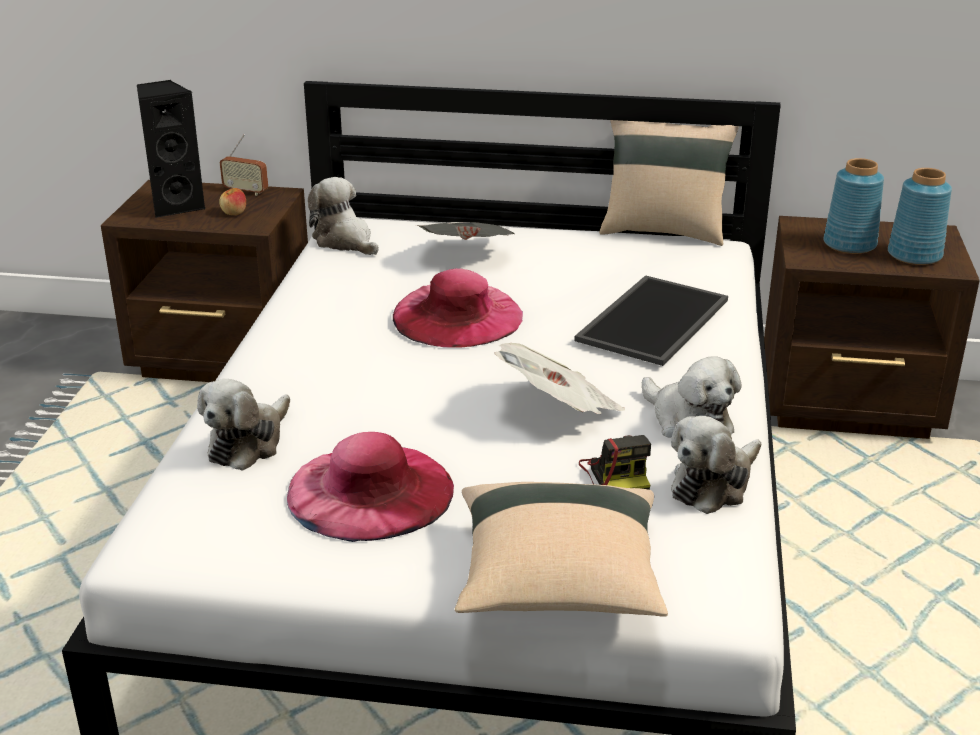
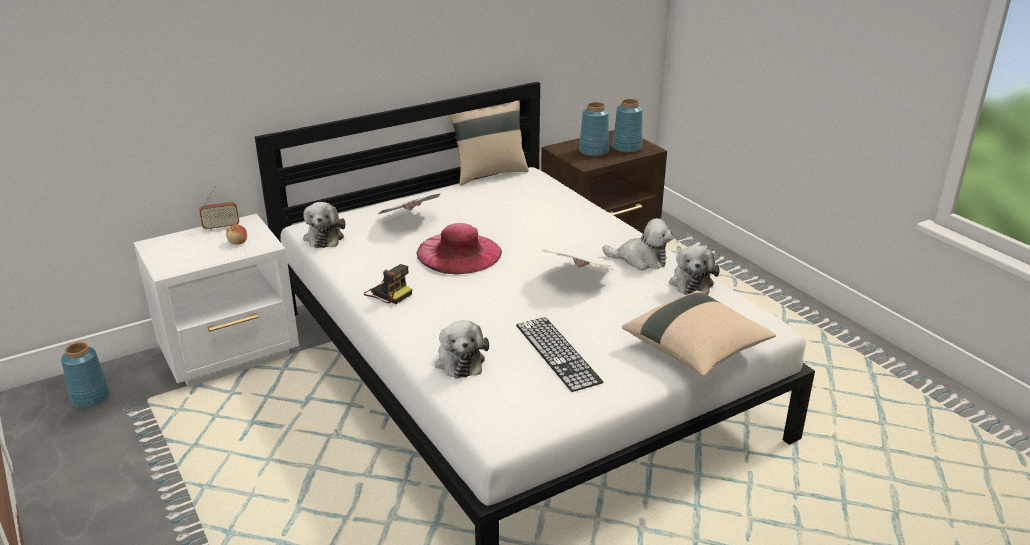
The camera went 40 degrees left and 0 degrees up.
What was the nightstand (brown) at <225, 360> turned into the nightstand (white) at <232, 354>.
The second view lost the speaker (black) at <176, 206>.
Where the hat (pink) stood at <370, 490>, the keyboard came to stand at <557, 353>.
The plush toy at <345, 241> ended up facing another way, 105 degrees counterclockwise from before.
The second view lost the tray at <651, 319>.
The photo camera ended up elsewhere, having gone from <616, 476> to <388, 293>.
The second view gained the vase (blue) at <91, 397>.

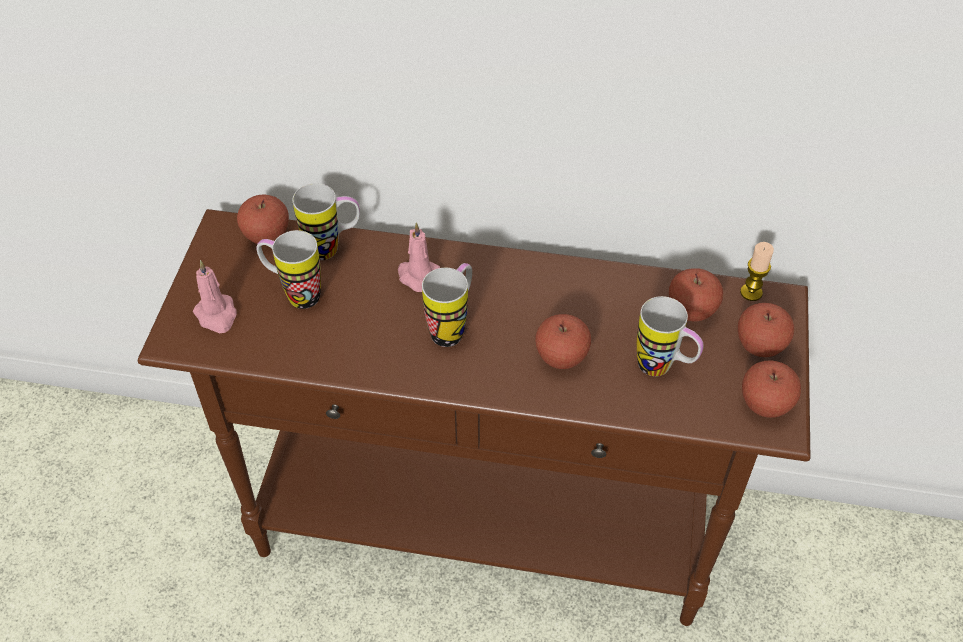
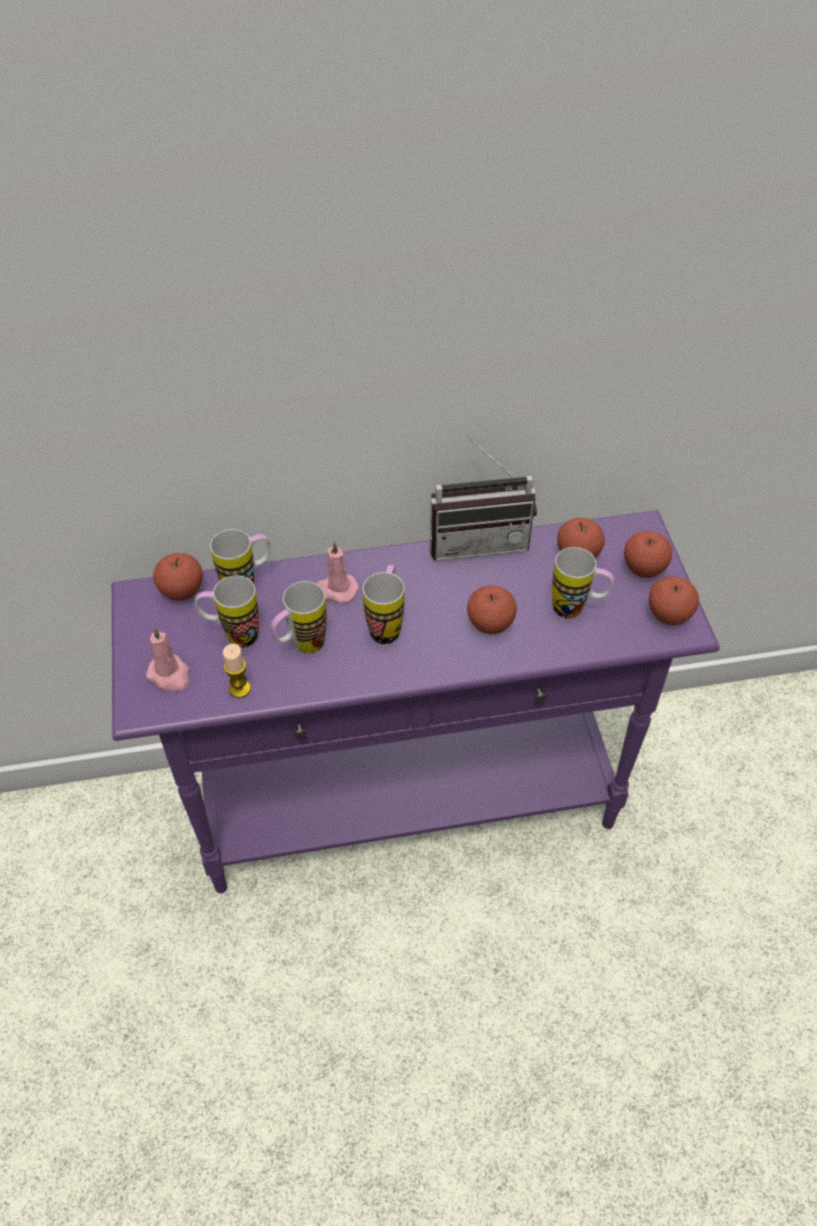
The camera went 20 degrees left and 0 degrees up.
What was the console table (brown) at <483, 528> turned into the console table (purple) at <409, 803>.
The candle ended up elsewhere, having gone from <751, 292> to <240, 689>.
The second view gained the mug at <301, 647>.
The second view gained the radio at <478, 540>.

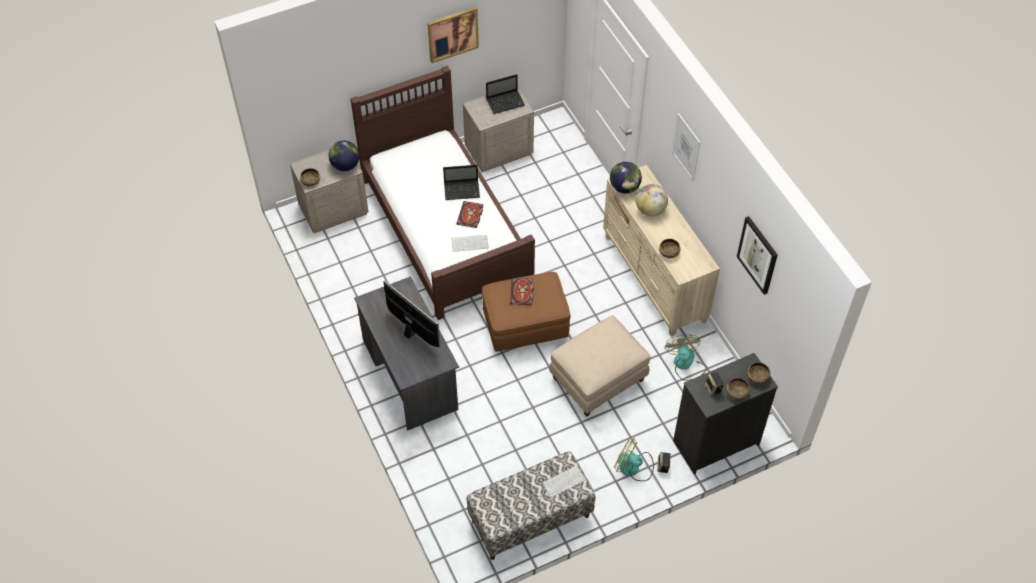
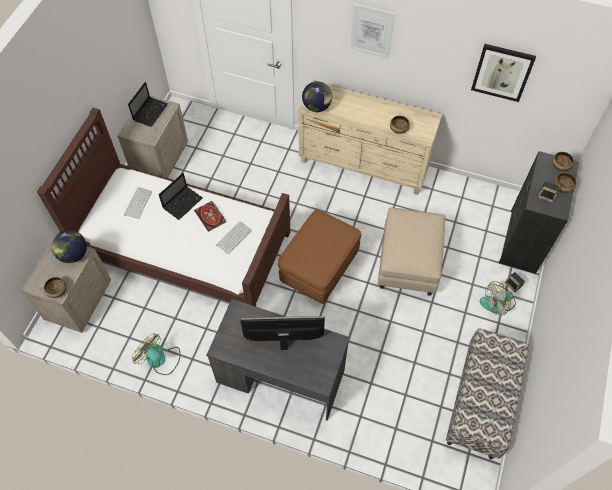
The camera went 45 degrees left and 5 degrees up.
The second view lost the picture at <452, 34>.
The second view lost the book at <522, 293>.
The keyboard ended up elsewhere, having gone from <564, 480> to <137, 202>.
The second view lost the globe at <650, 210>.
The fan ended up elsewhere, having gone from <685, 364> to <160, 359>.

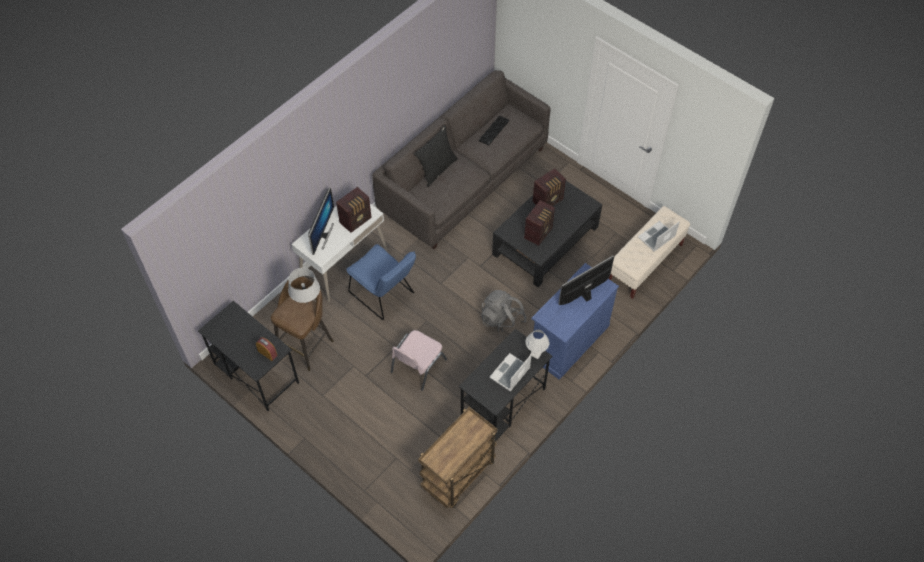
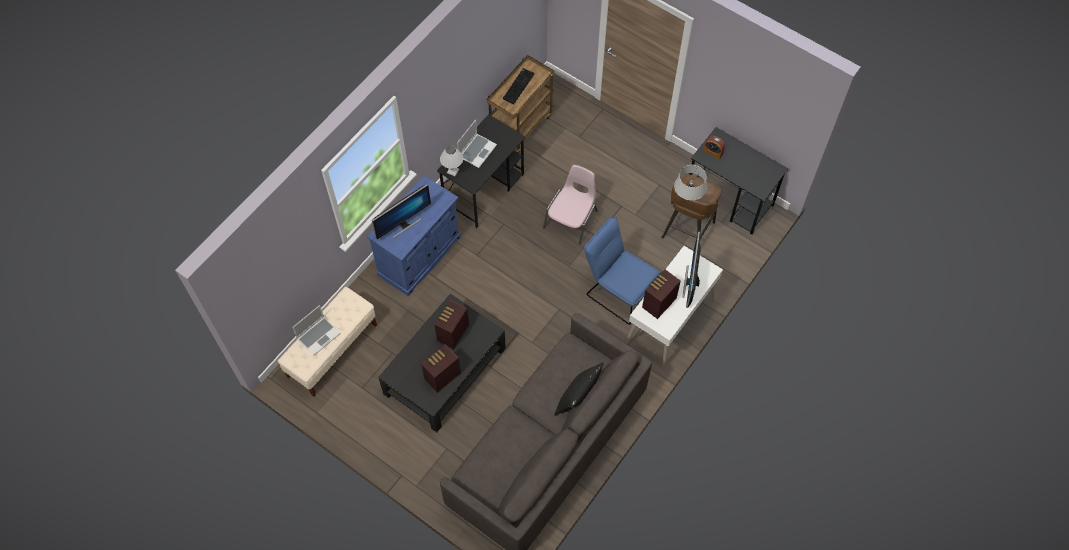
The camera went 175 degrees right and 5 degrees up.
The keyboard ended up elsewhere, having gone from <494, 131> to <518, 86>.
The second view lost the backpack (grey) at <502, 321>.

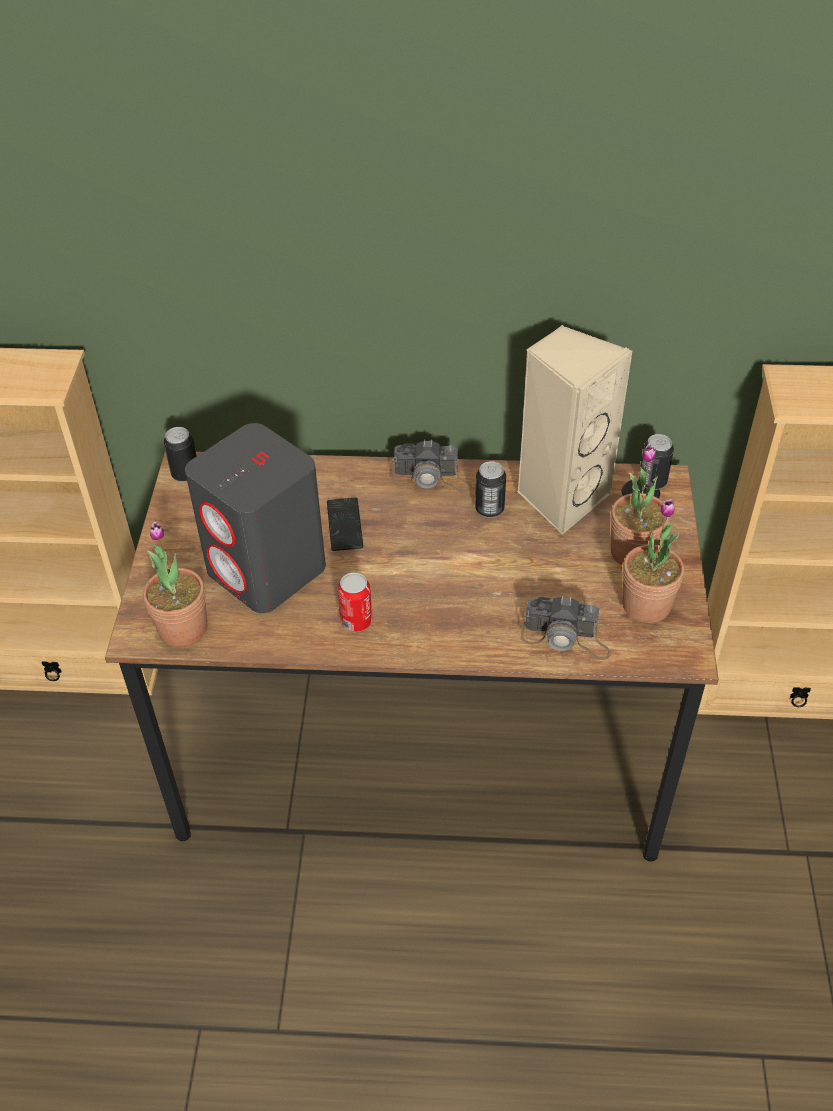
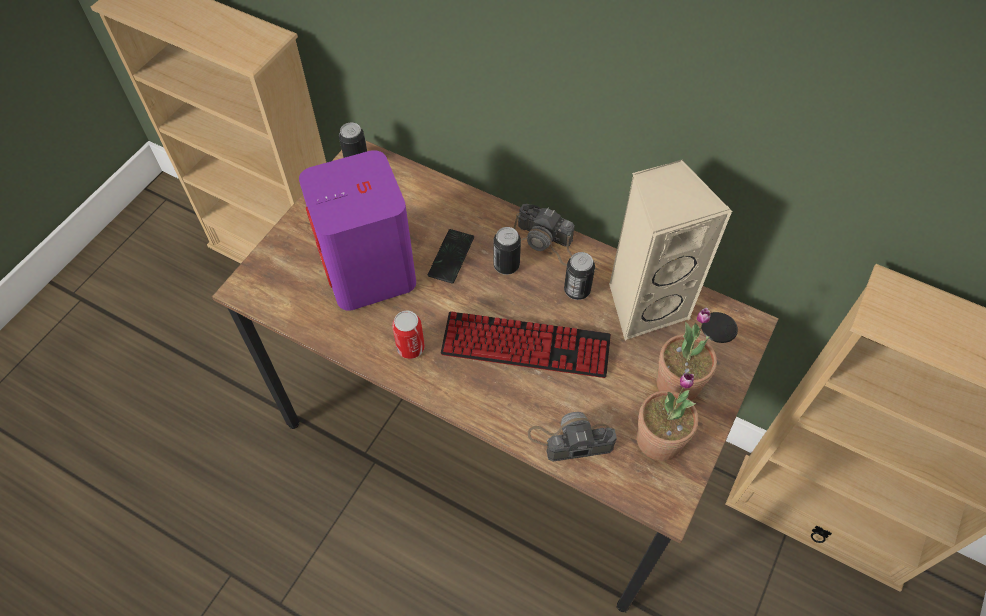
The camera went 25 degrees right and 10 degrees up.
The second view lost the potted plant at <183, 628>.
What was the speaker (grey) at <267, 570> turned into the speaker (purple) at <369, 272>.
The photo camera at <566, 638> ended up facing another way, 135 degrees clockwise from before.
The can ended up elsewhere, having gone from <652, 482> to <506, 265>.
The second view gained the keyboard at <525, 346>.

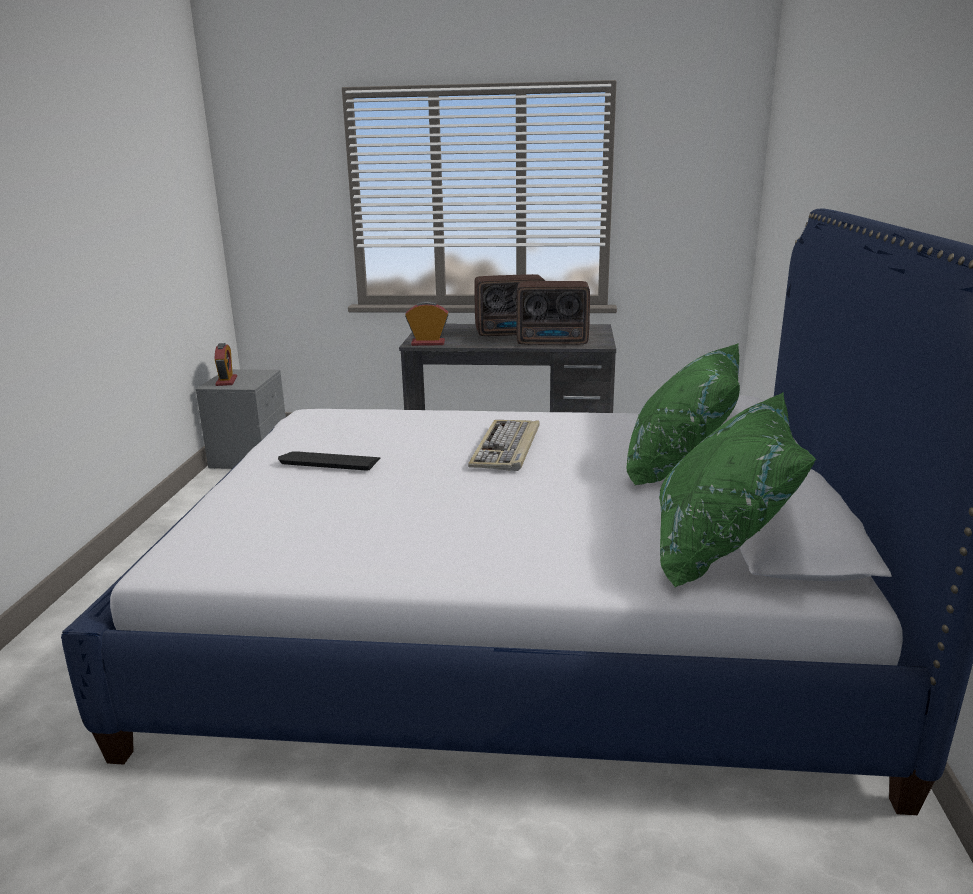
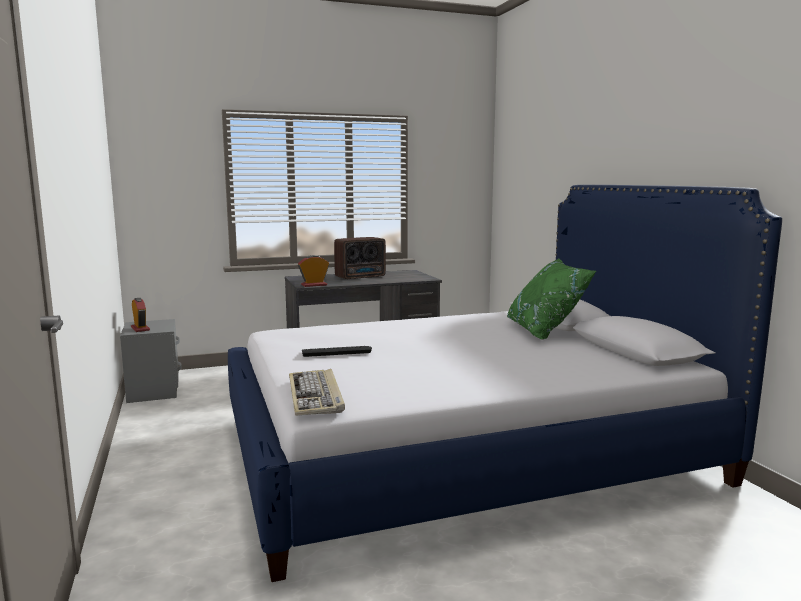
The camera went 25 degrees left and 10 degrees down.
The keyboard ended up elsewhere, having gone from <507, 448> to <316, 395>.
The second view lost the radio at <554, 342>.
The second view lost the pillow (green) at <718, 550>.

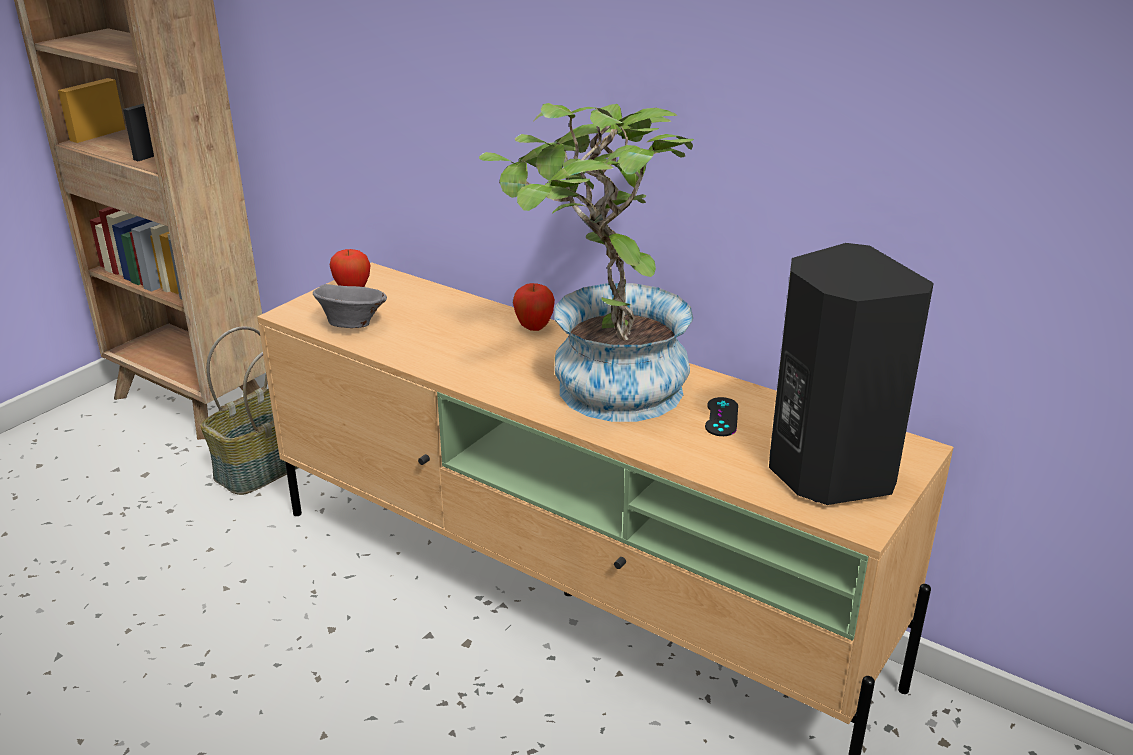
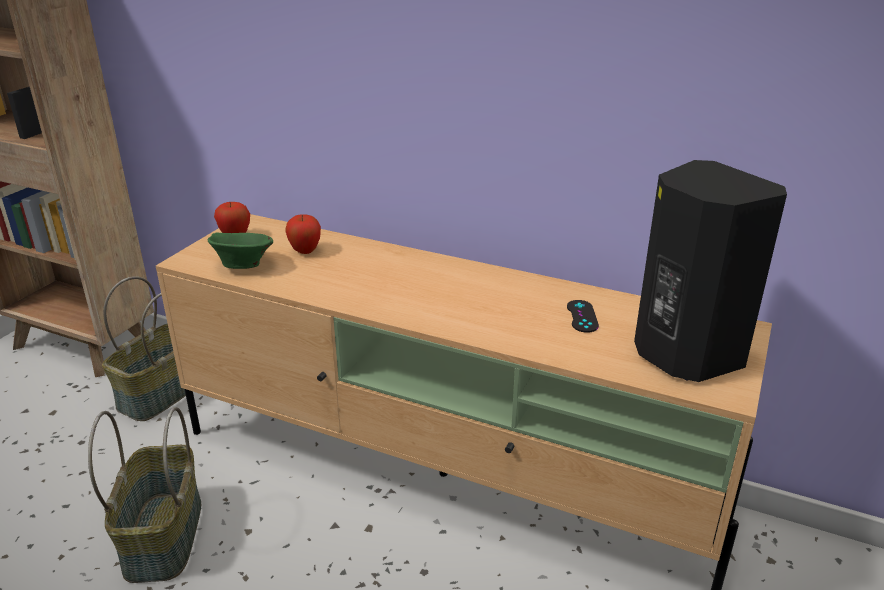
The camera went 10 degrees left and 0 degrees up.
What was the bowl (grey) at <352, 325> turned into the bowl (green) at <243, 266>.
The second view lost the potted plant at <599, 388>.
The apple ended up elsewhere, having gone from <534, 328> to <305, 251>.
The second view gained the basket at <162, 535>.

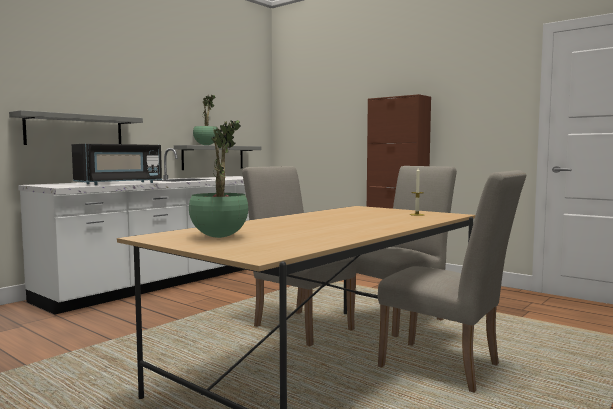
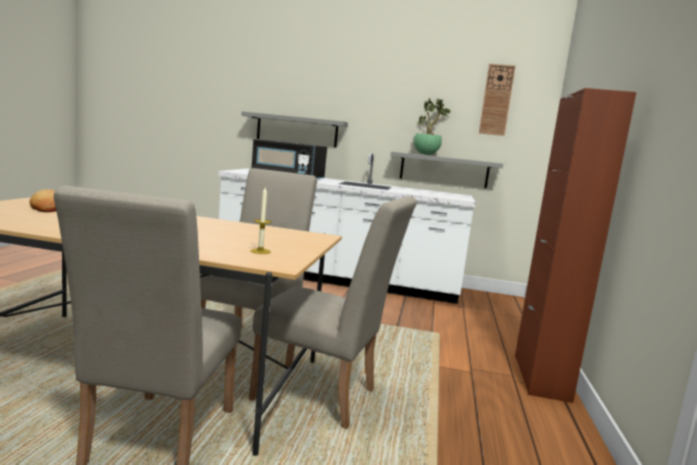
The camera went 60 degrees right and 5 degrees up.
Where the potted plant stood at <219, 237>, the bread came to stand at <48, 207>.
The second view gained the wall clock at <496, 100>.

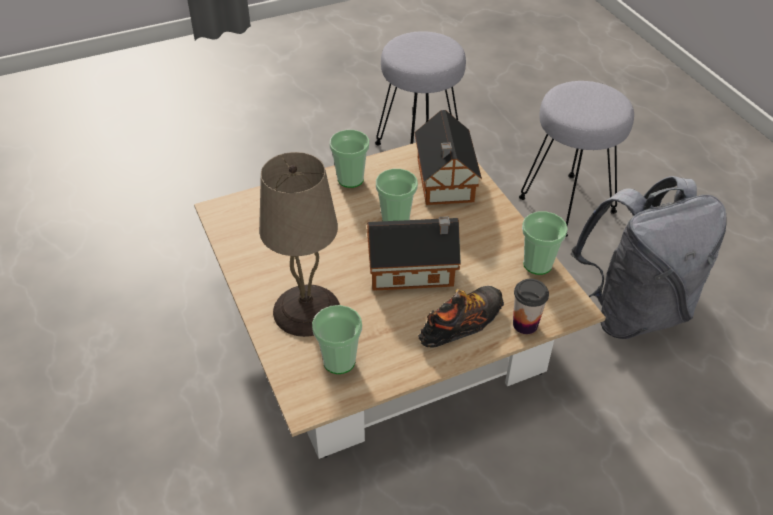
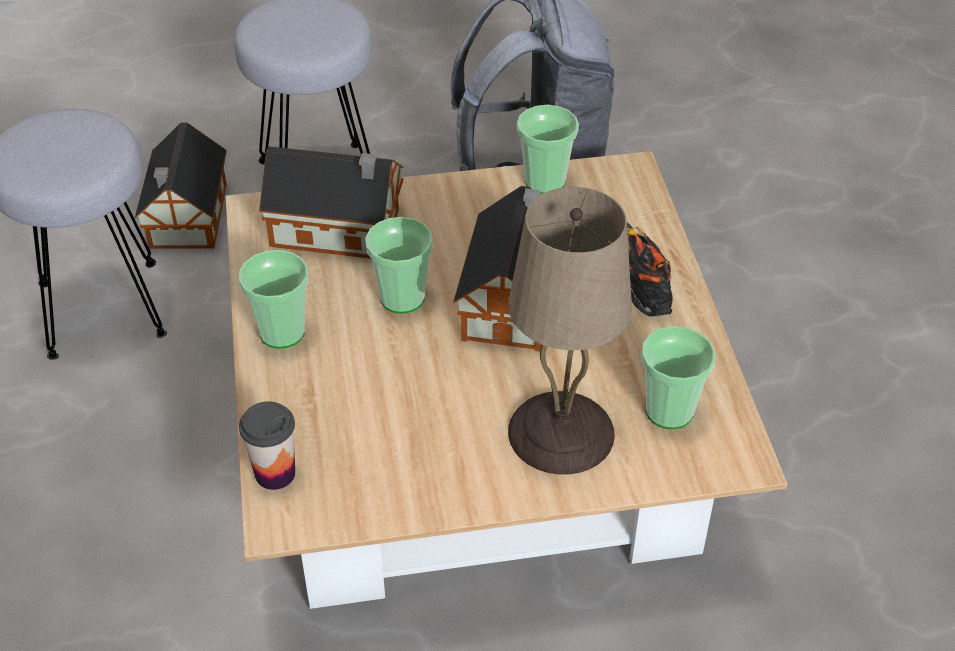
The camera went 75 degrees left and 0 degrees up.
The cup ended up elsewhere, having gone from <525, 324> to <275, 473>.
The second view gained the toy house at <186, 219>.

